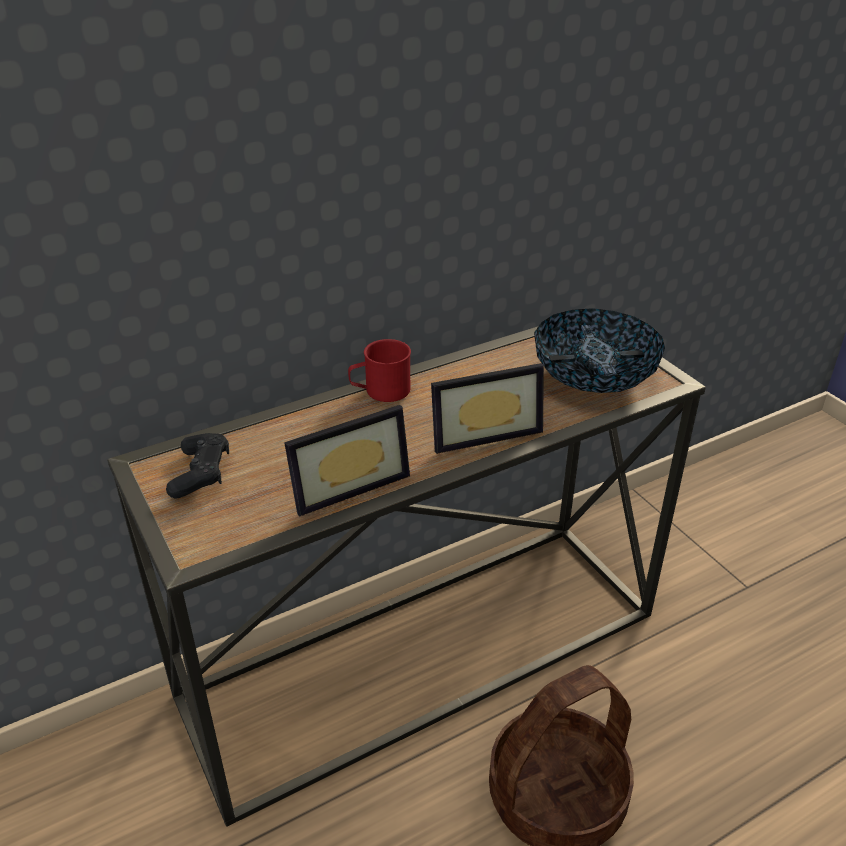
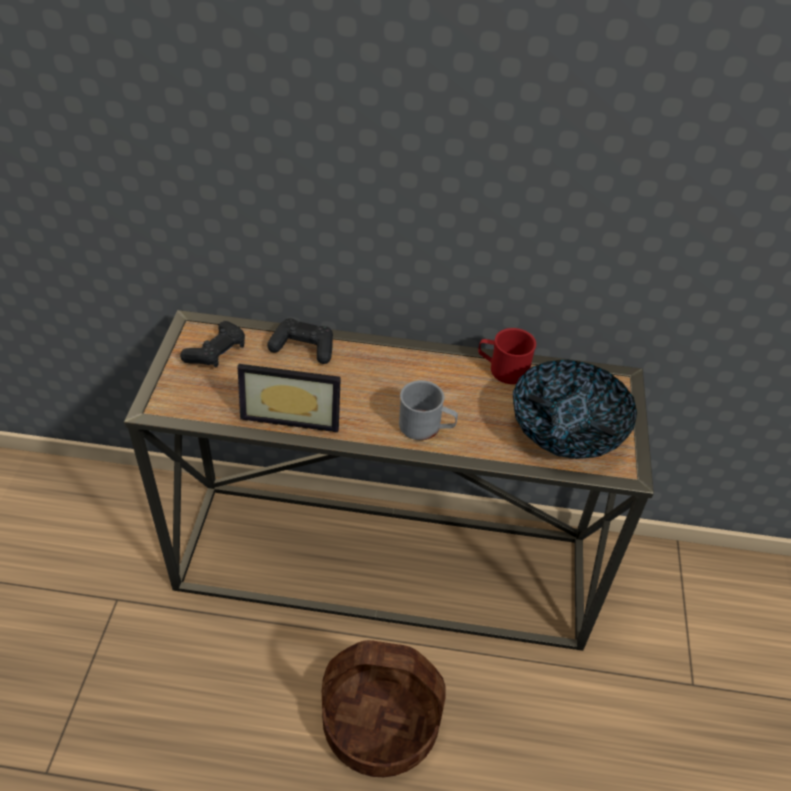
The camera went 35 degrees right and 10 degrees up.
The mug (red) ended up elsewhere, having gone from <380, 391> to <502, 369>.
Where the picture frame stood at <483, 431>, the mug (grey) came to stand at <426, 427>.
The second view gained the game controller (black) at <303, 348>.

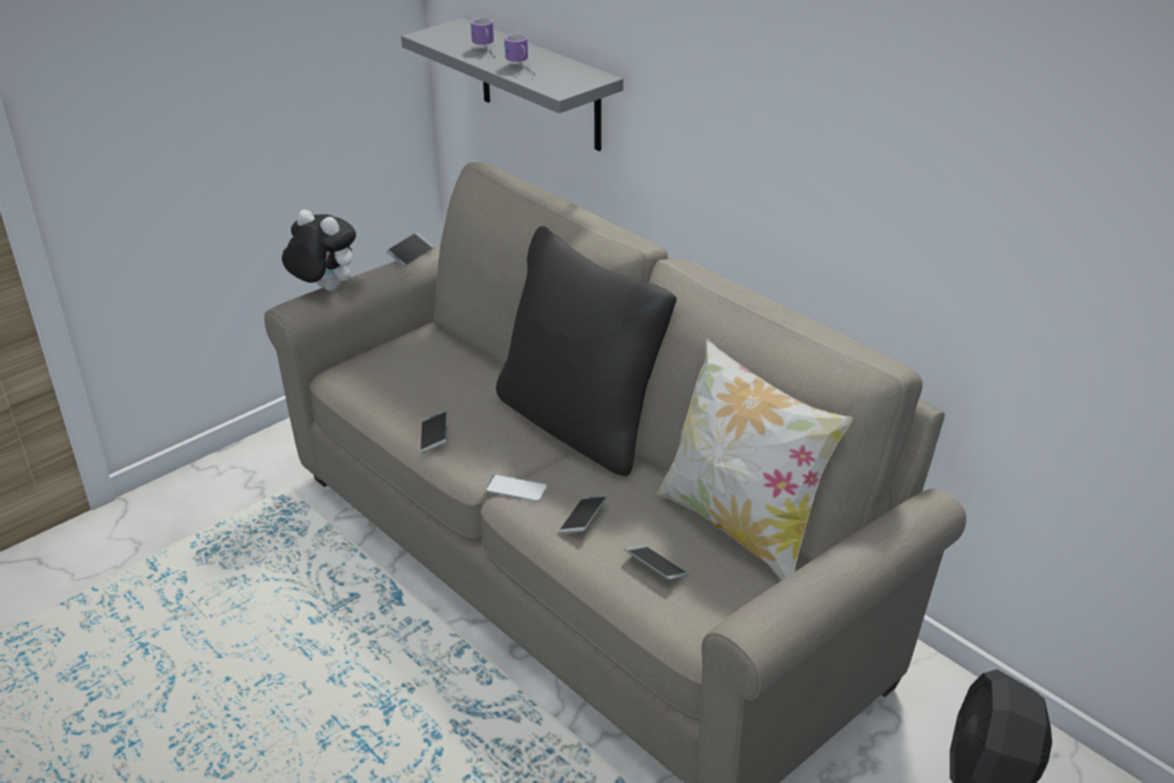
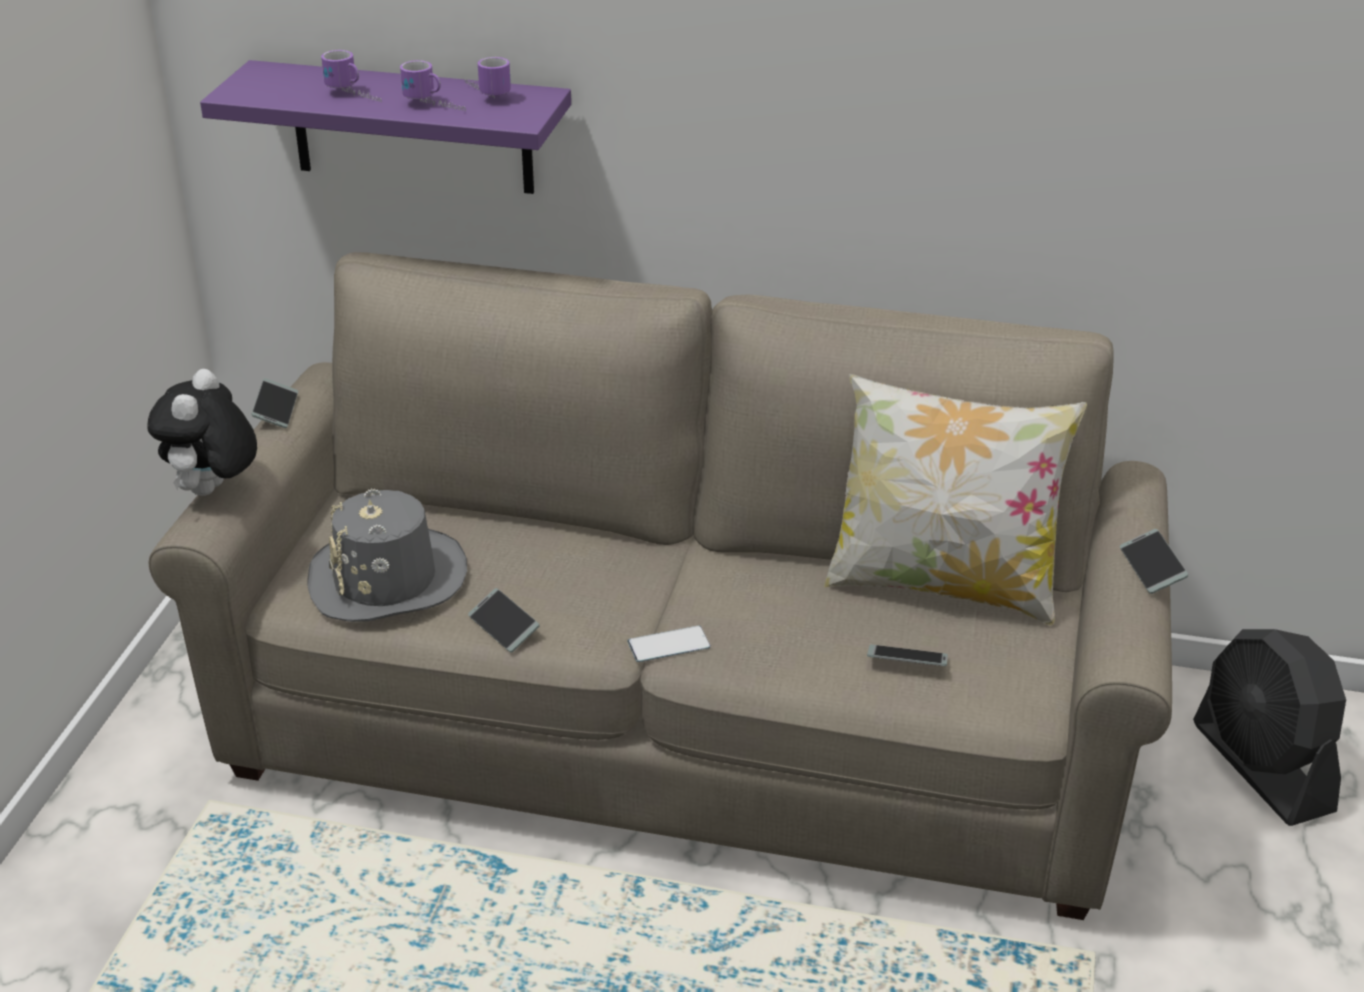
The camera went 35 degrees left and 0 degrees up.
The plush toy at <324, 289> ended up facing another way, 75 degrees counterclockwise from before.
What was the shelf (grey) at <540, 85> turned into the shelf (purple) at <412, 128>.
The second view lost the pillow (black) at <580, 425>.
The phone ended up elsewhere, having gone from <583, 519> to <1151, 568>.
The second view gained the hat (grey) at <387, 579>.
The second view gained the mug at <485, 94>.

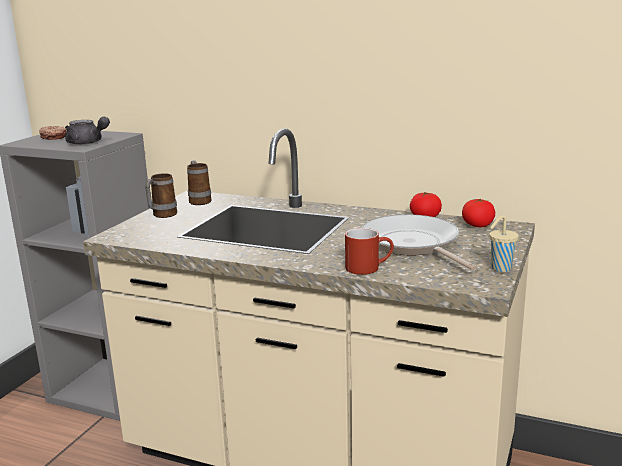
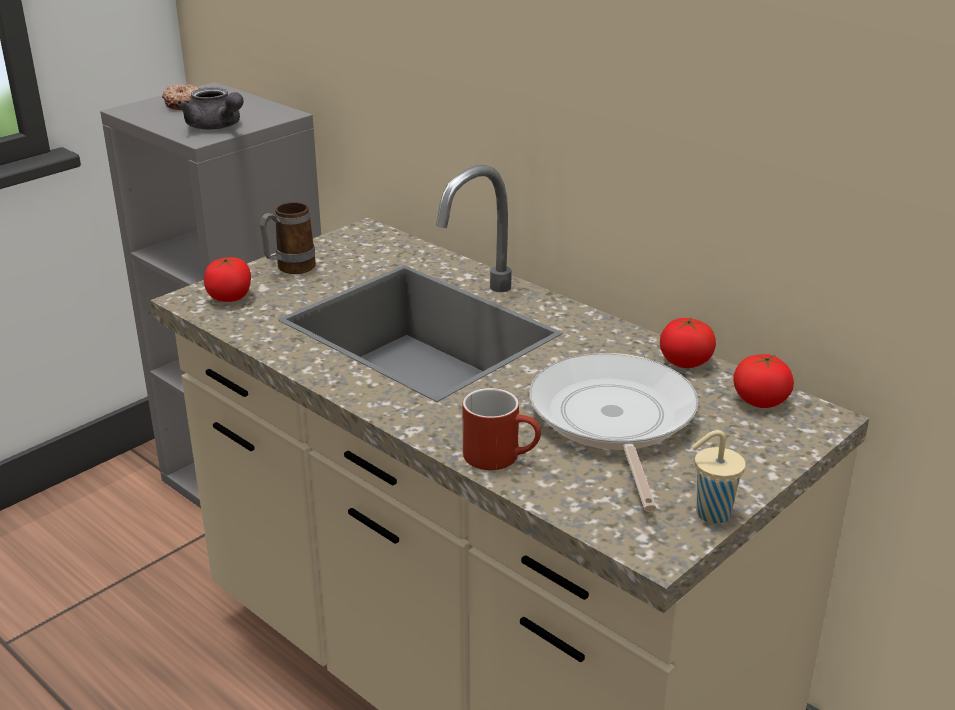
The camera went 20 degrees right and 10 degrees up.
The second view lost the mug at <199, 200>.
The second view gained the tomato at <229, 297>.

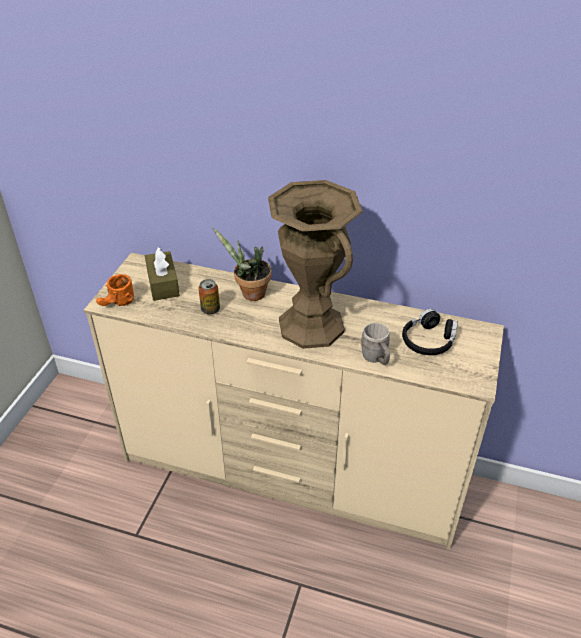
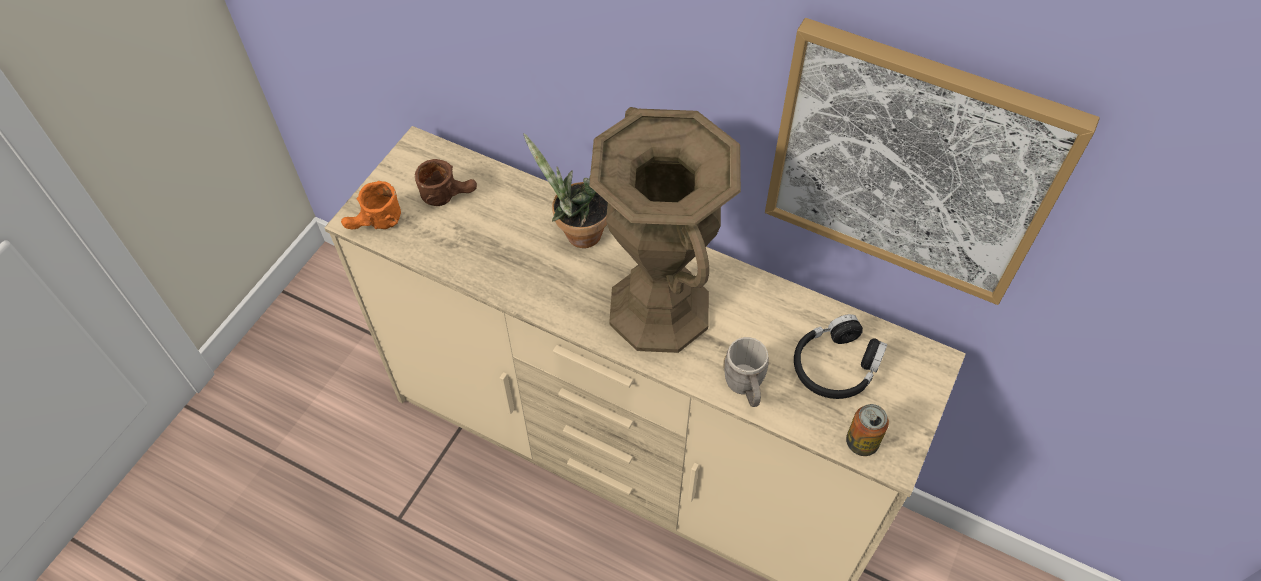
The camera went 10 degrees right and 15 degrees up.
Where the tissue box (brown) stood at <163, 283>, the mug (brown) came to stand at <449, 195>.
The can ended up elsewhere, having gone from <210, 309> to <861, 442>.
The second view gained the picture at <911, 165>.

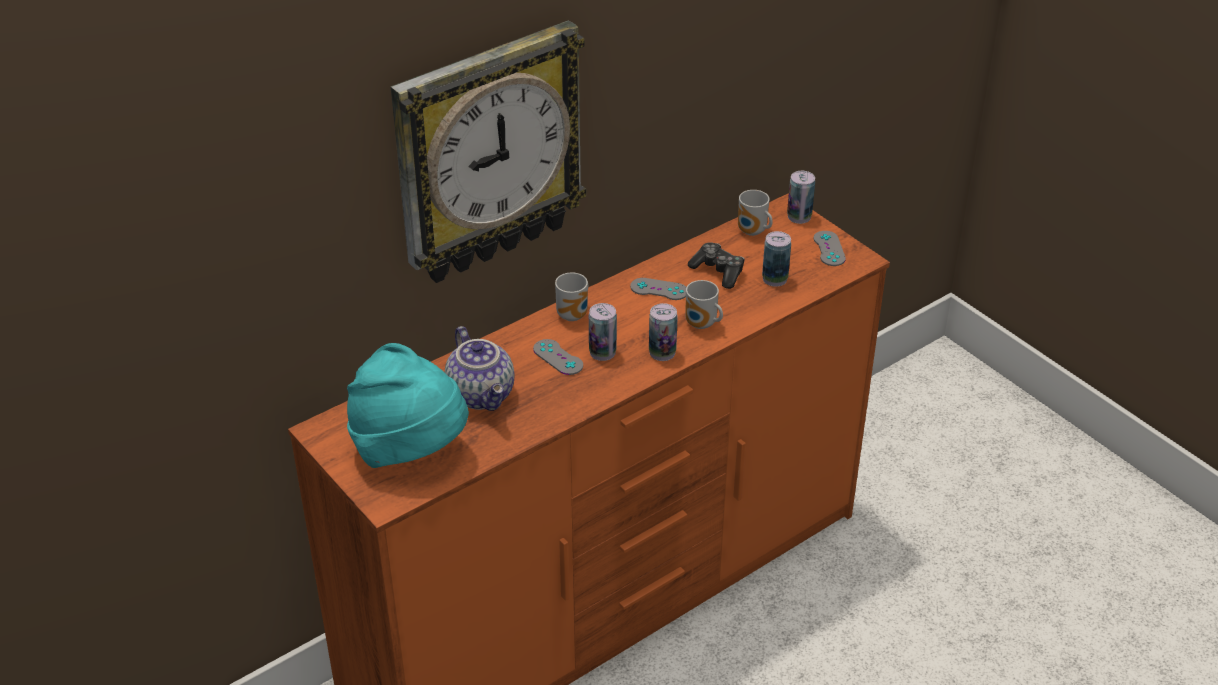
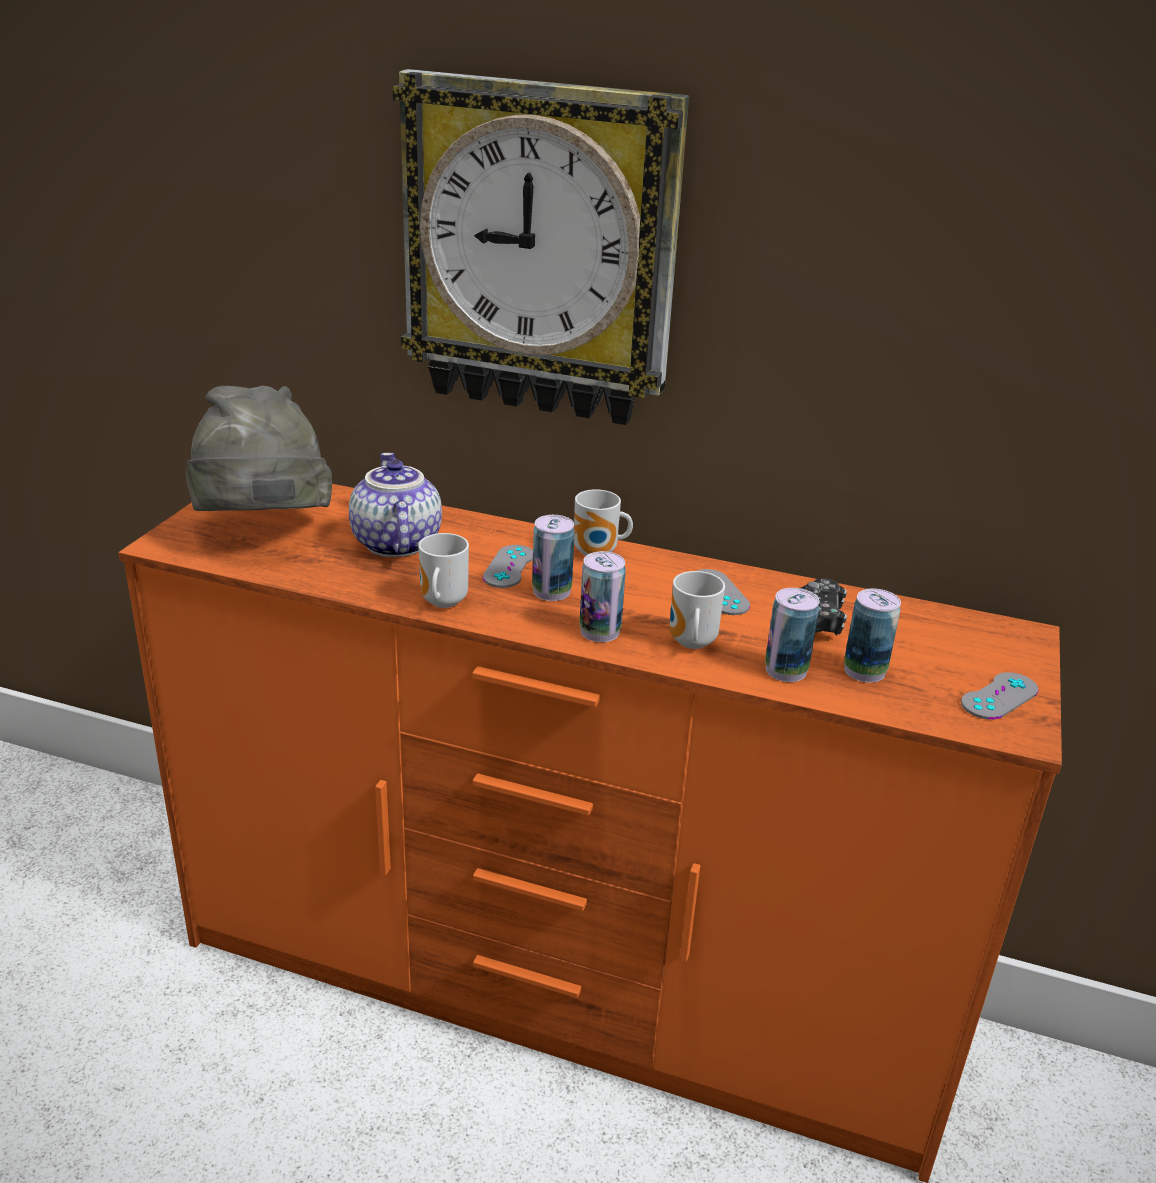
The camera went 55 degrees right and 10 degrees down.
What was the hat (turquoise) at <410, 449> turned into the hat (grey) at <263, 531>.
The teapot at <482, 395> ended up facing another way, 135 degrees clockwise from before.
The mug ended up elsewhere, having gone from <752, 232> to <441, 603>.
The can ended up elsewhere, having gone from <799, 216> to <785, 670>.

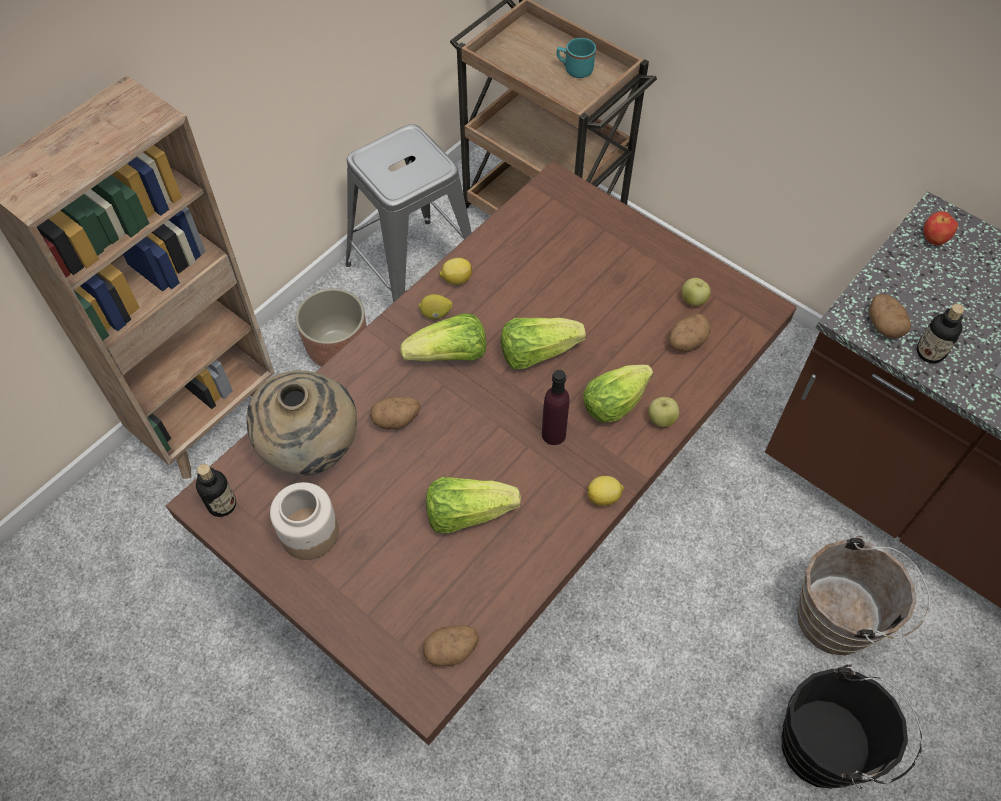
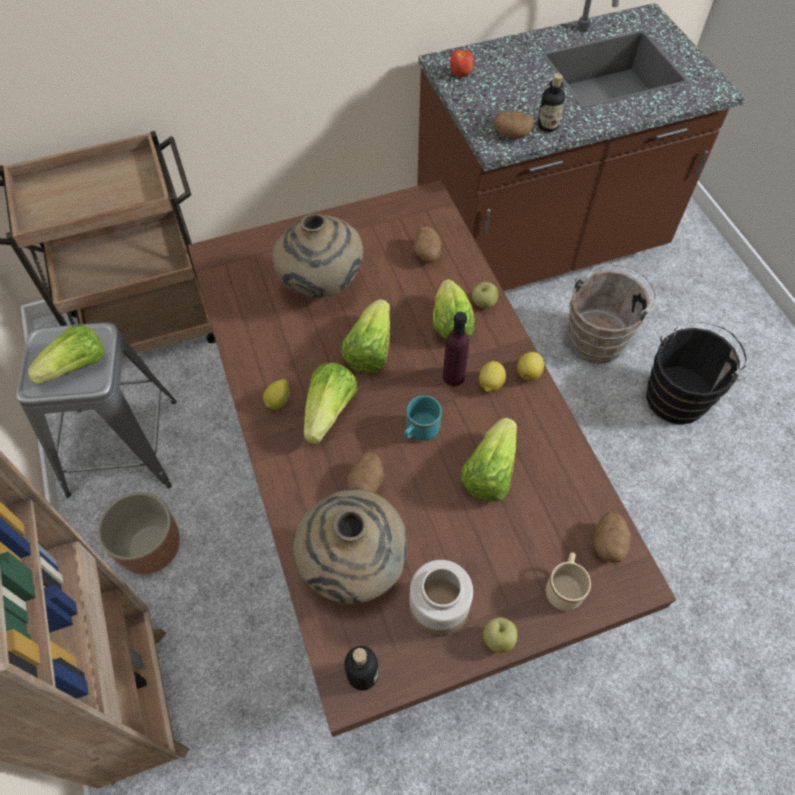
The camera went 60 degrees left and 0 degrees up.
The lemon ended up elsewhere, having gone from <456, 279> to <490, 384>.
The mug (turquoise) ended up elsewhere, having gone from <574, 69> to <419, 431>.
The apple ended up elsewhere, having gone from <693, 300> to <498, 639>.
The second view gained the lettuce at <77, 367>.
The second view gained the vase (beige) at <321, 288>.
The second view gained the mug (beige) at <564, 587>.

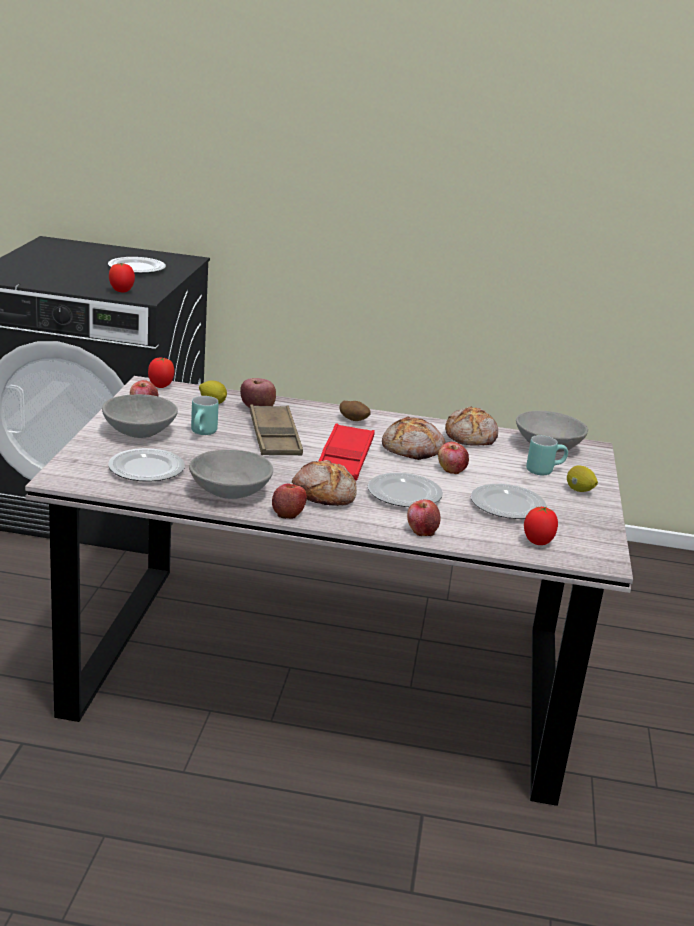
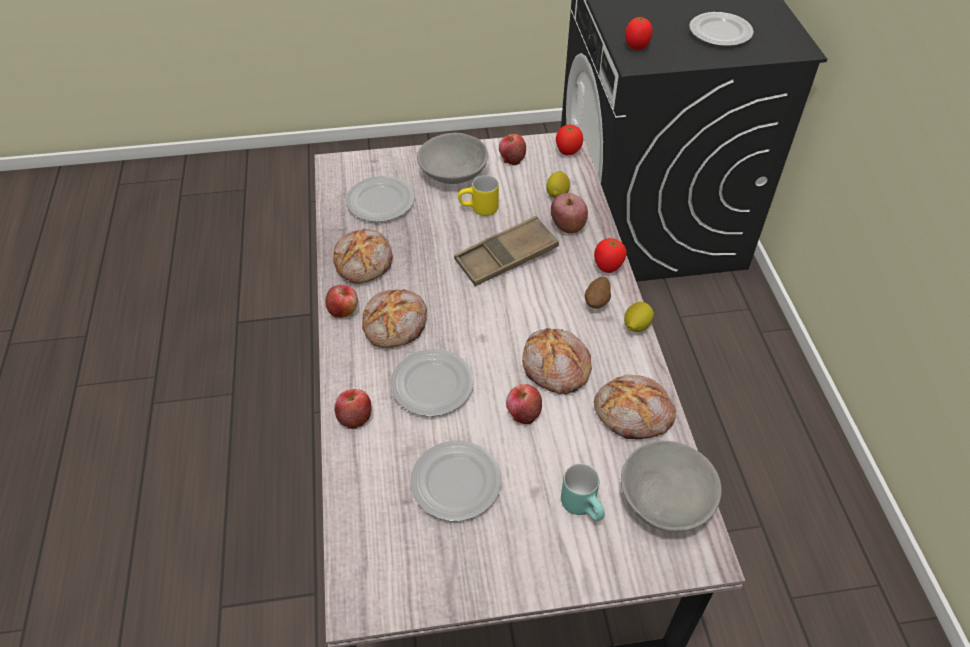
The camera went 75 degrees right and 25 degrees up.
Where the bowl (grey) stood at <230, 492>, the bread came to stand at <365, 262>.
What was the mug (turquoise) at <204, 434> turned into the mug (yellow) at <479, 210>.
The second view lost the tray (red) at <345, 459>.
The tomato ended up elsewhere, having gone from <538, 542> to <607, 268>.
The lemon ended up elsewhere, having gone from <579, 490> to <636, 326>.

